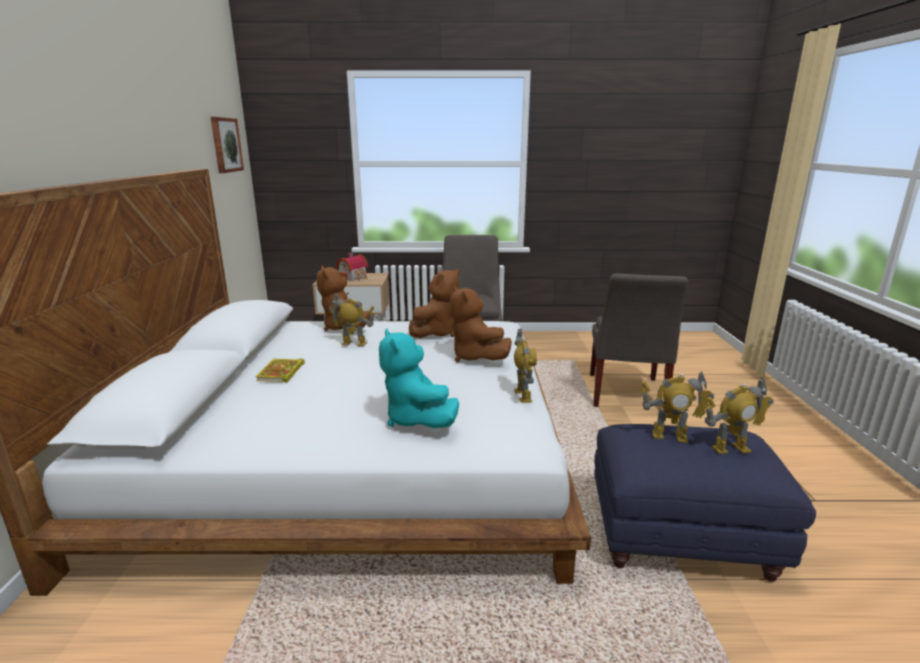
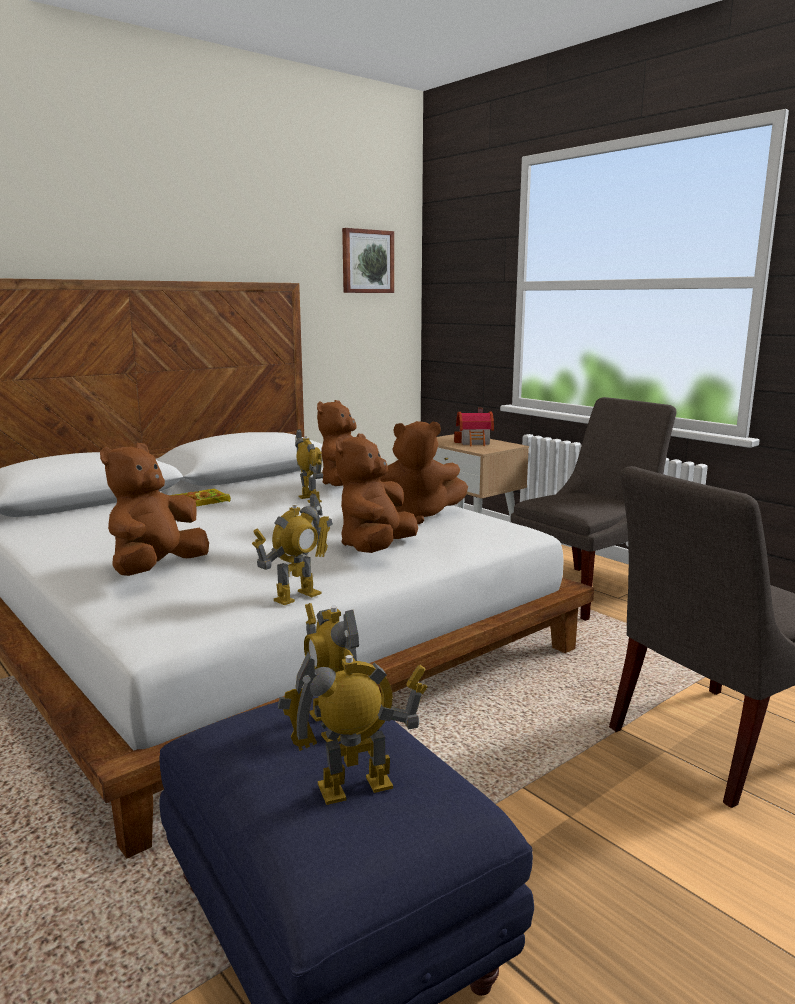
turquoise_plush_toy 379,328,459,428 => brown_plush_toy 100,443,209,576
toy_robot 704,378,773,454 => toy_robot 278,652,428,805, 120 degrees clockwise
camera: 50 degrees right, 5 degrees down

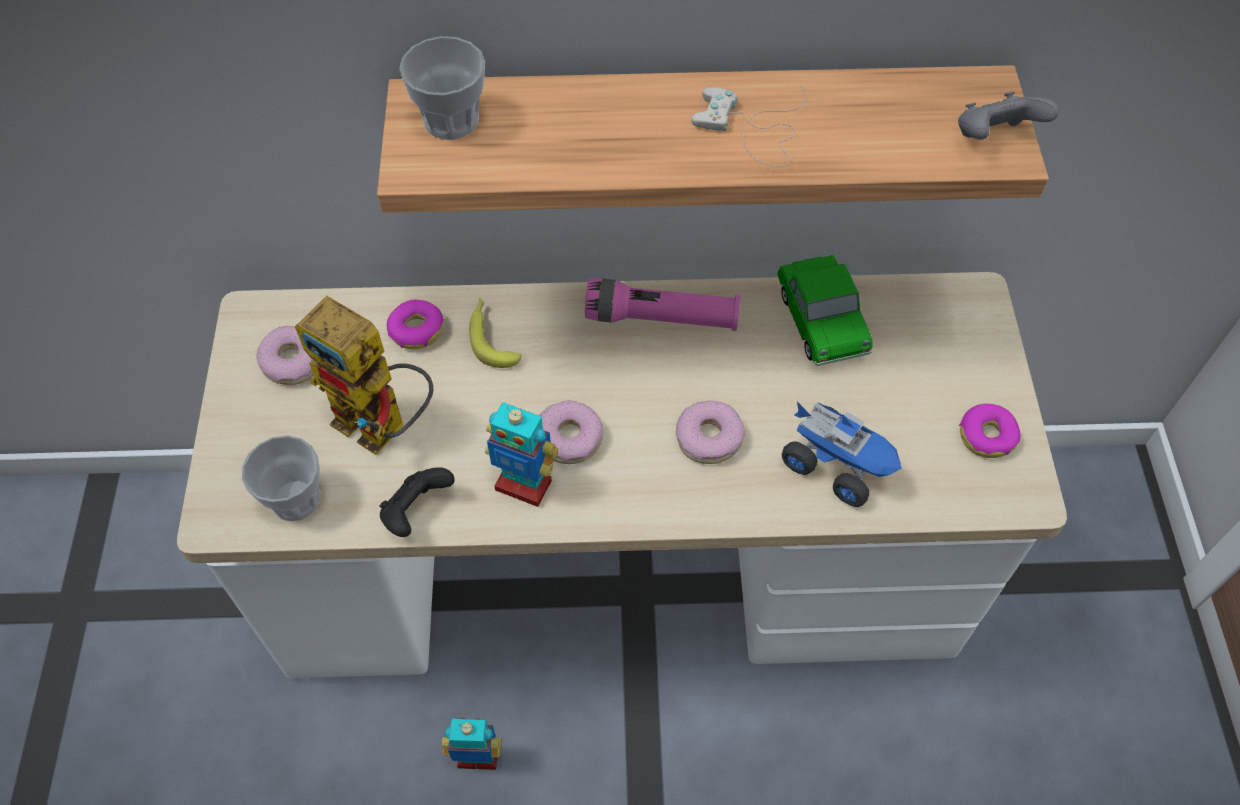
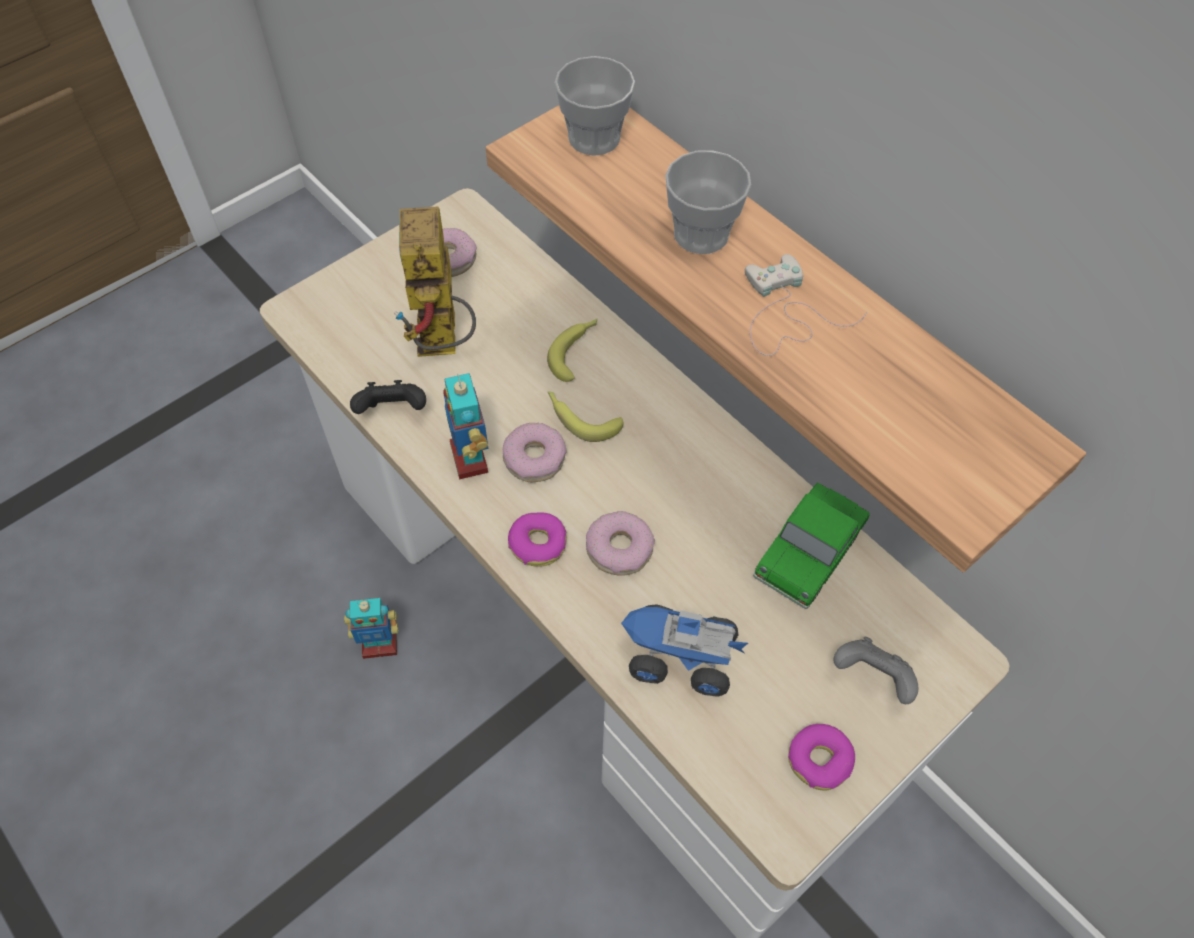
toy_robot 442,718,502,770 => toy_robot 344,598,398,659, 120 degrees clockwise
donut 387,300,444,349 => donut 508,513,567,567, moved
nothing => banana 548,391,623,442
toy_truck 782,402,902,507 => toy_truck 621,604,748,697, 105 degrees clockwise
cup 242,435,320,521 => cup 665,150,751,254, moved
grey_game_controller 958,91,1059,140 => grey_game_controller 834,637,918,704, moved
pink_flashlight 585,279,740,331 => nothing
camera: 50 degrees right, 0 degrees up

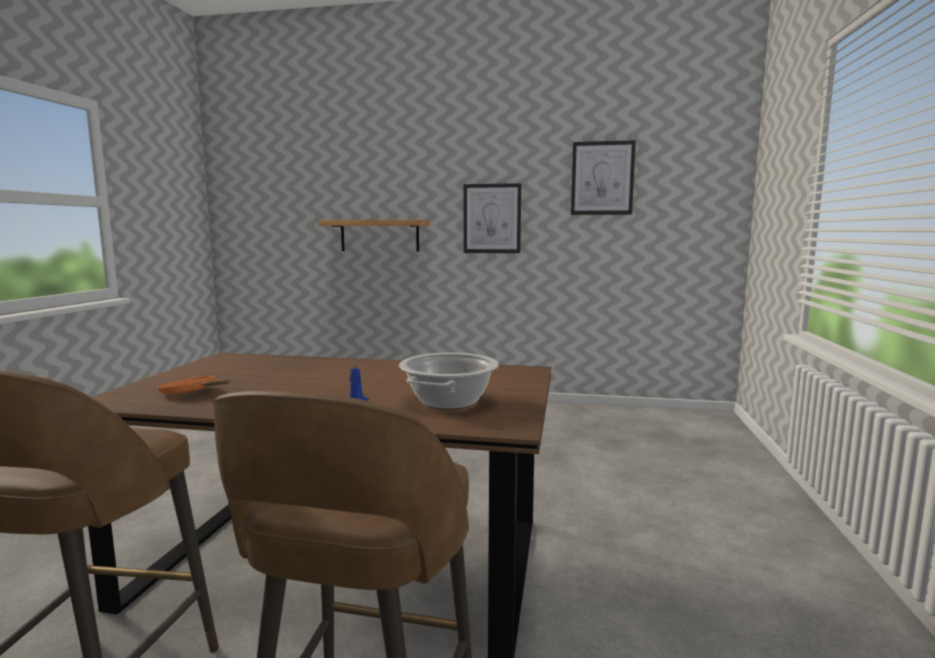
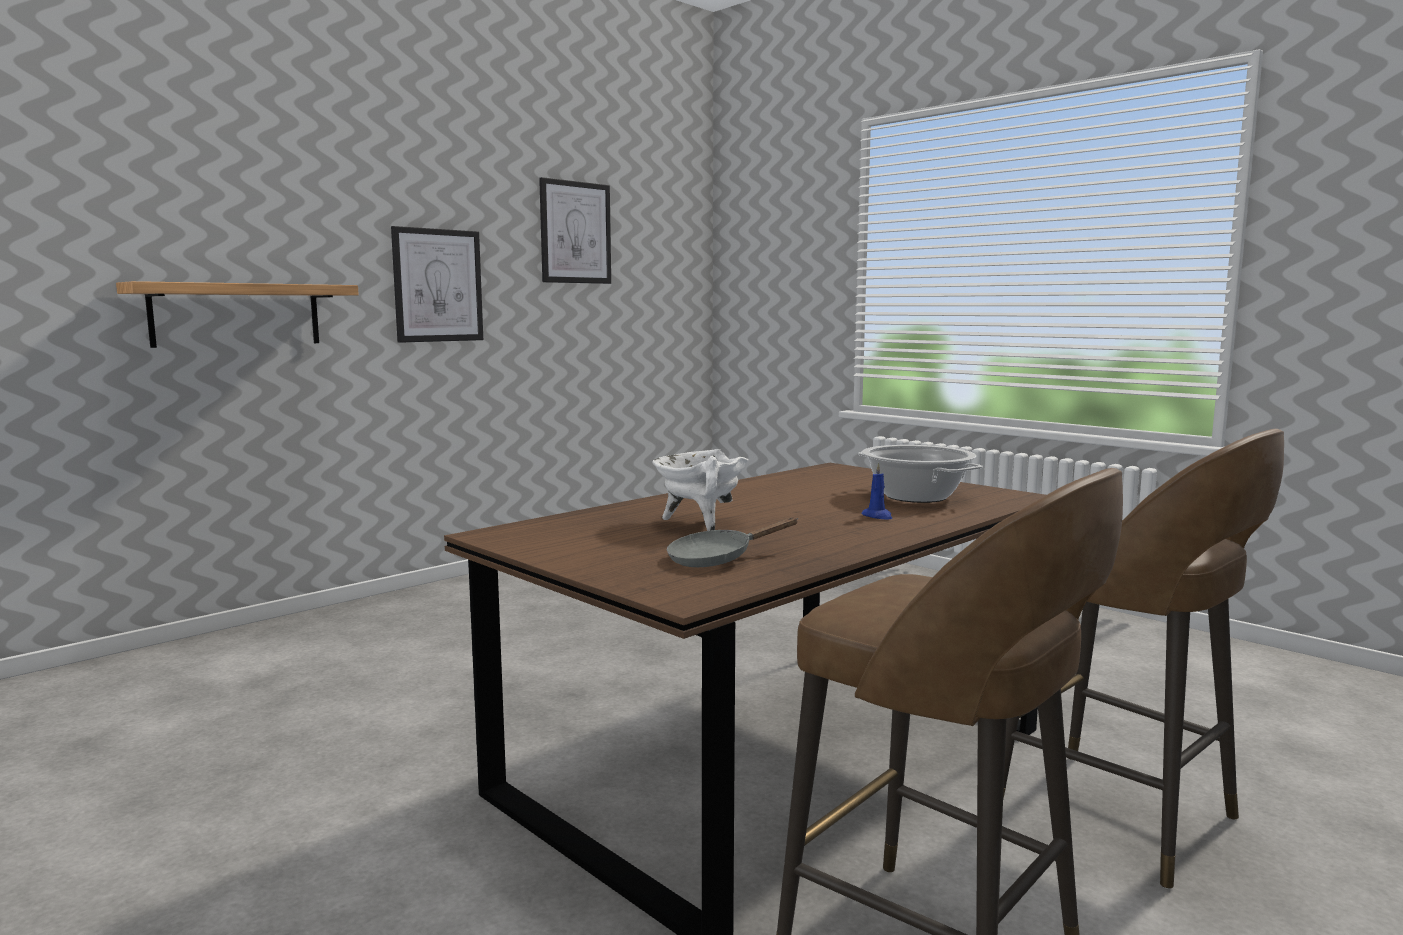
nothing => white_cooking_pot 653,449,749,531
orange_frying_pan 157,376,230,394 => grey_frying_pan 667,518,798,567
camera: 55 degrees left, 0 degrees up

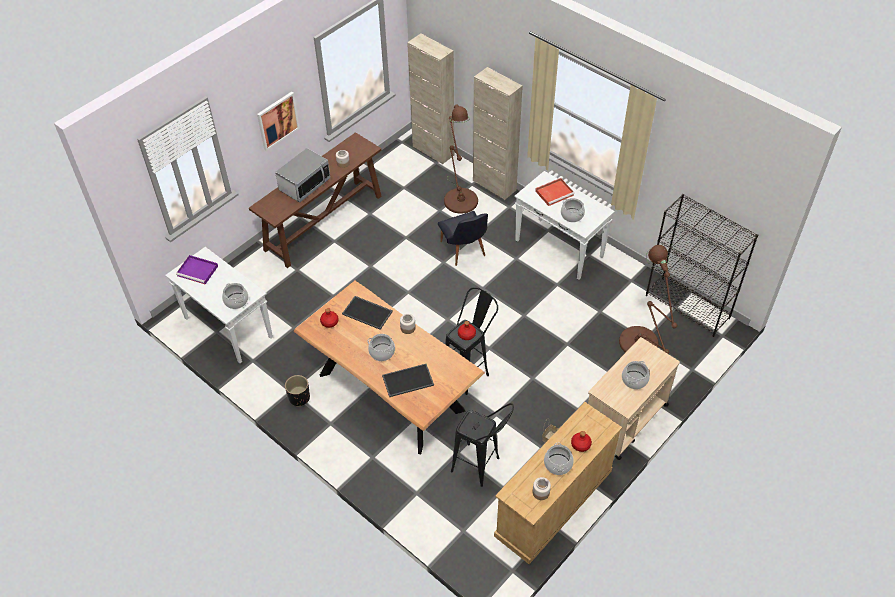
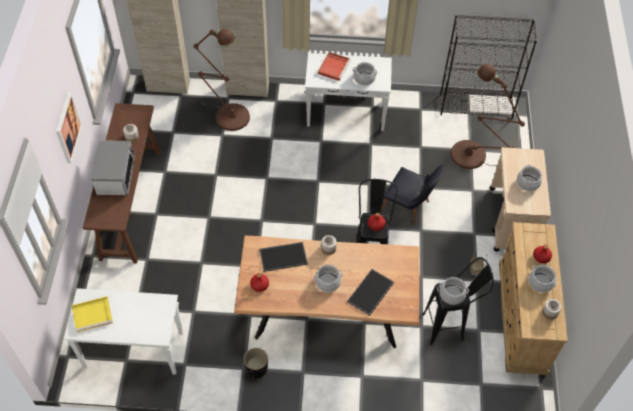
purple_tray 176,255,218,284 => yellow_tray 72,296,113,332
black_chair 438,211,488,266 => black_chair 381,164,445,225, moved
cooking_pot 222,283,248,309 => cooking_pot 439,277,469,305, moved
camera: 40 degrees left, 5 degrees up

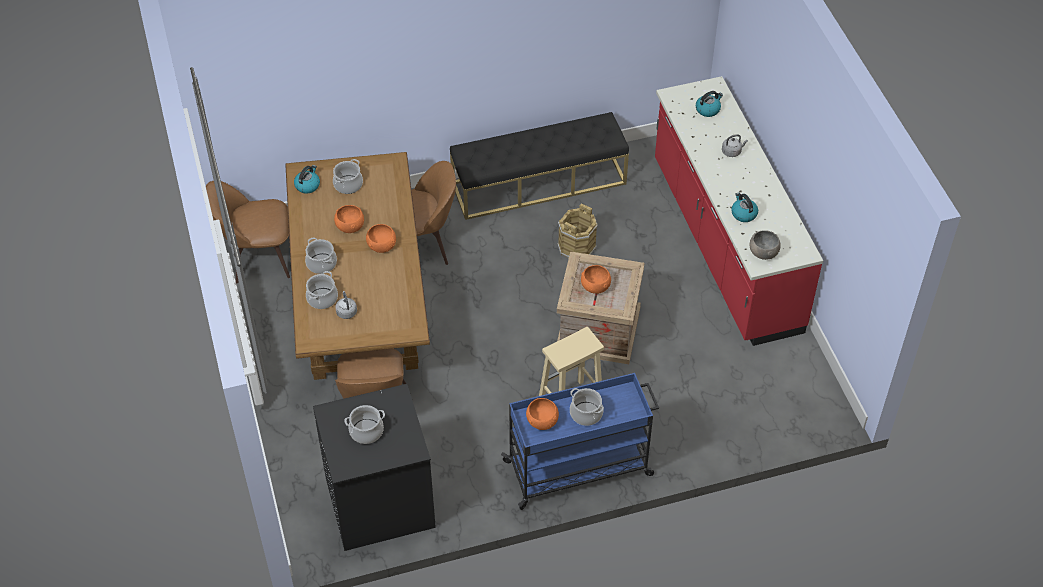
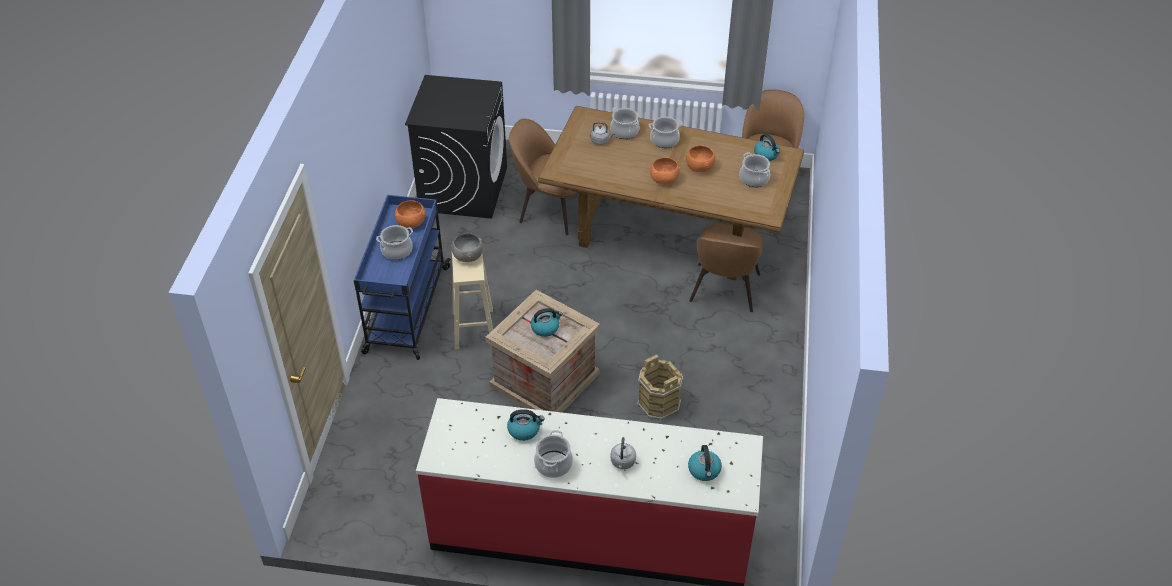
grey_bowl 750,230,781,260 => grey_bowl 451,233,483,262, moved
orange_bowl 581,265,611,294 => kettle 531,308,563,337
cooking_pot 345,405,385,444 => cooking_pot 534,430,573,478, moved
black_bench 450,112,629,220 => nothing
camera: 115 degrees right, 5 degrees down

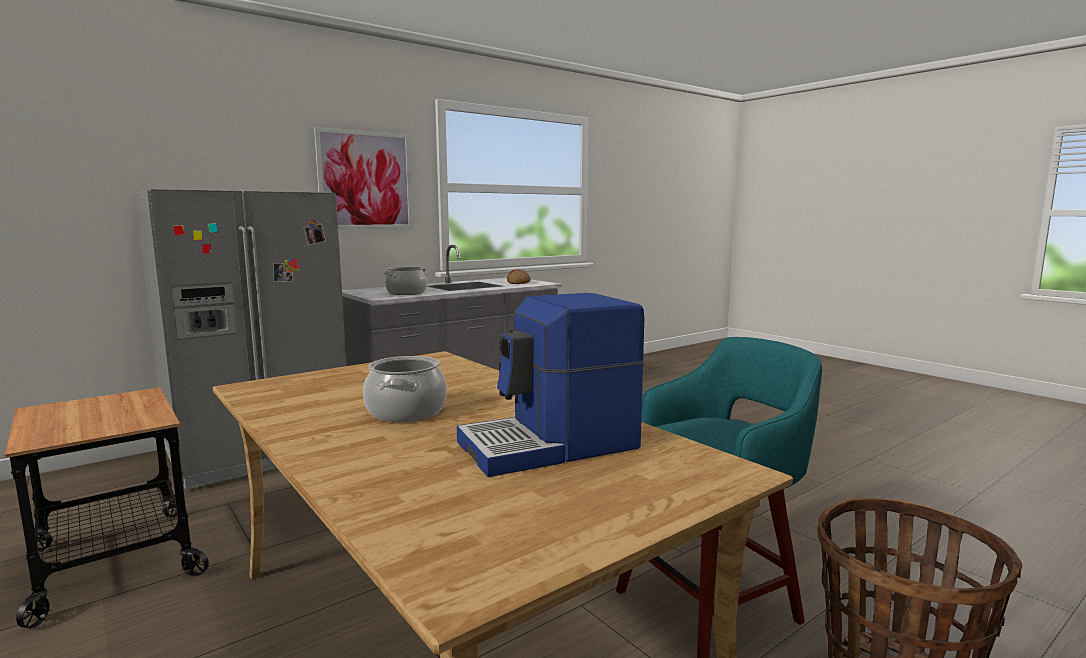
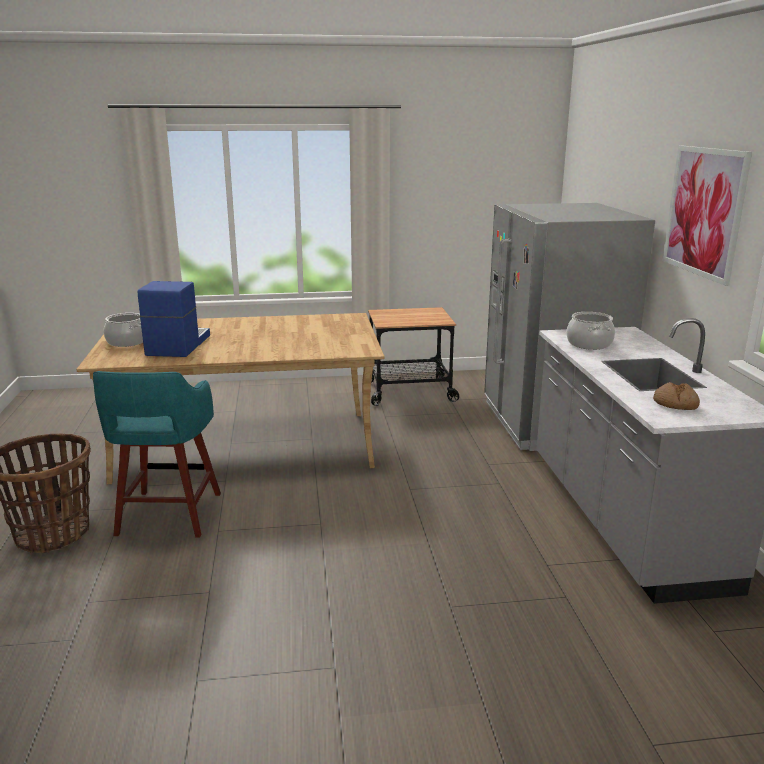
cooking_pot 363,356,447,422 => cooking_pot 104,313,143,347, moved
camera: 120 degrees right, 10 degrees up

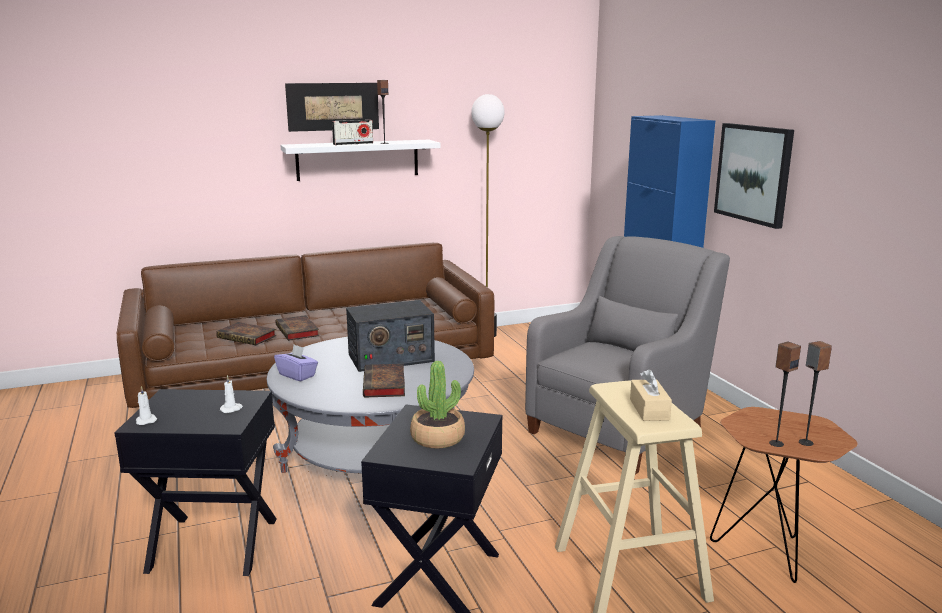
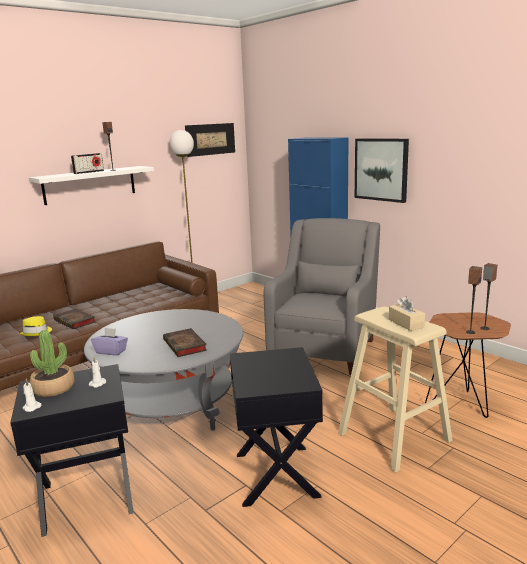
book 216,322,277,345 => yellow_hat 19,316,52,336
potted_plant 410,361,465,449 => potted_plant 30,330,74,397, moved
picture 285,83,379,132 => picture 185,123,235,157, moved
radio 346,300,435,372 => nothing
camera: 20 degrees left, 0 degrees up

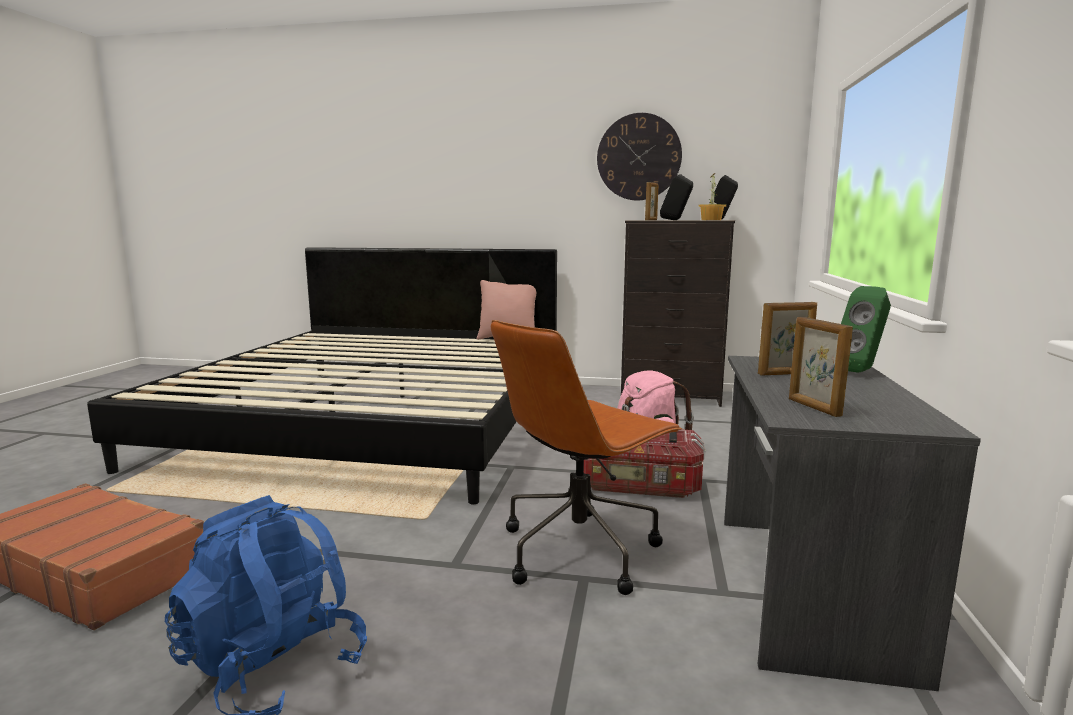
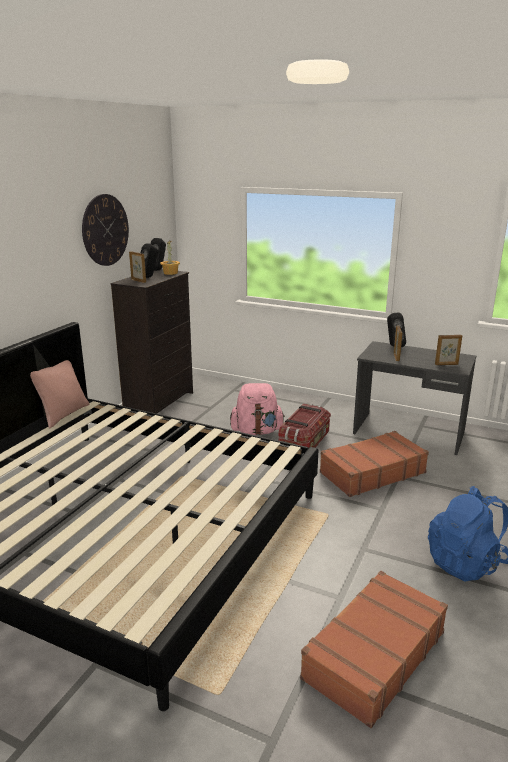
brown_office_chair 491,320,682,595 => brown_suitcase 320,431,429,497
green_speaker 841,286,891,373 => black_speaker 387,313,406,347
camera: 75 degrees left, 10 degrees up

